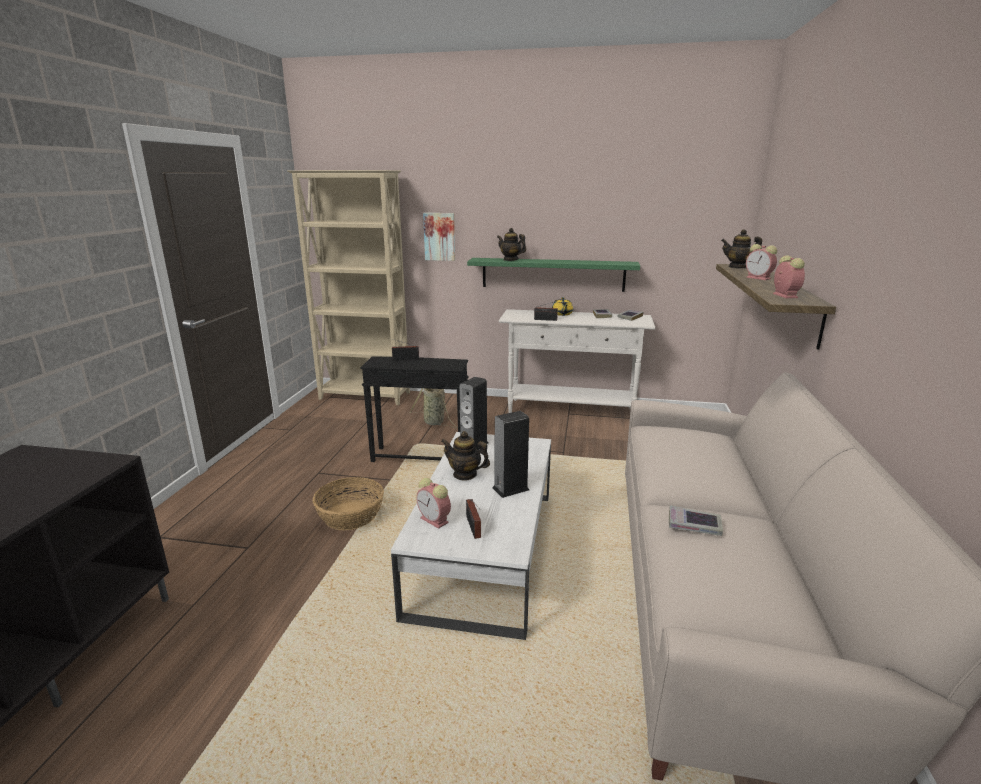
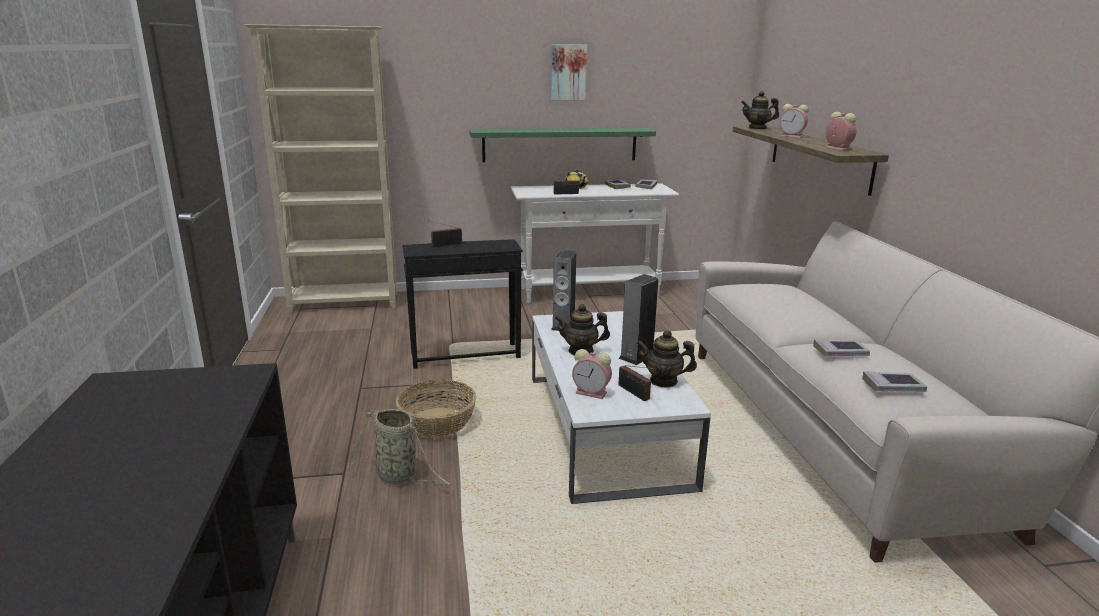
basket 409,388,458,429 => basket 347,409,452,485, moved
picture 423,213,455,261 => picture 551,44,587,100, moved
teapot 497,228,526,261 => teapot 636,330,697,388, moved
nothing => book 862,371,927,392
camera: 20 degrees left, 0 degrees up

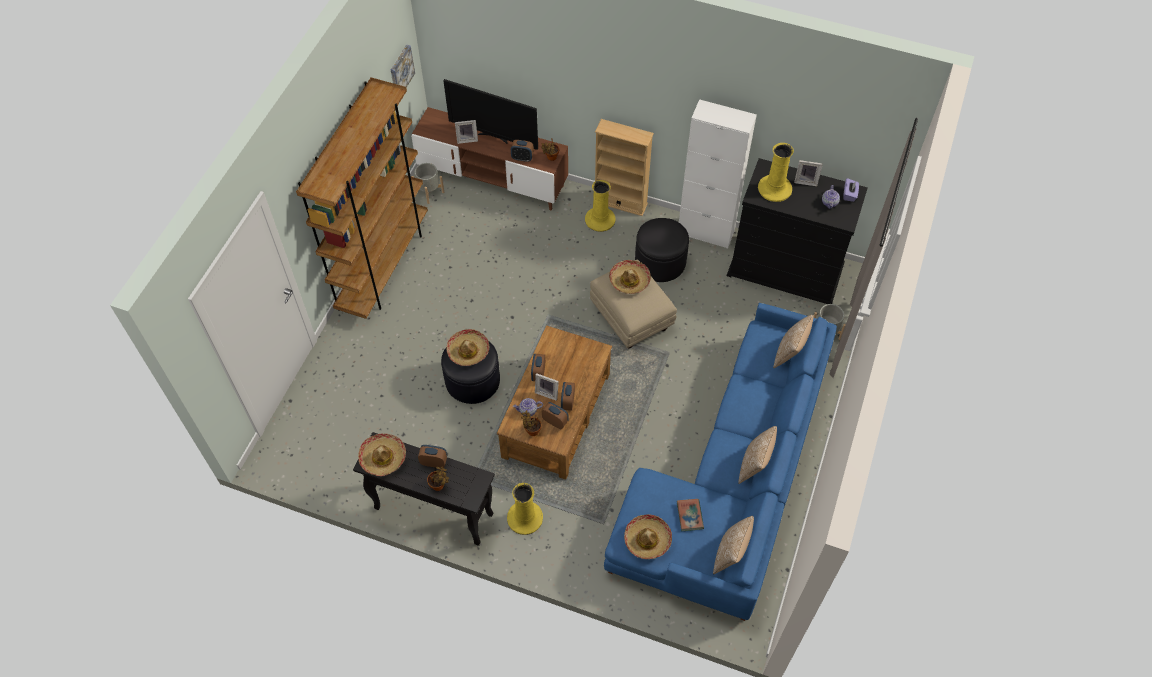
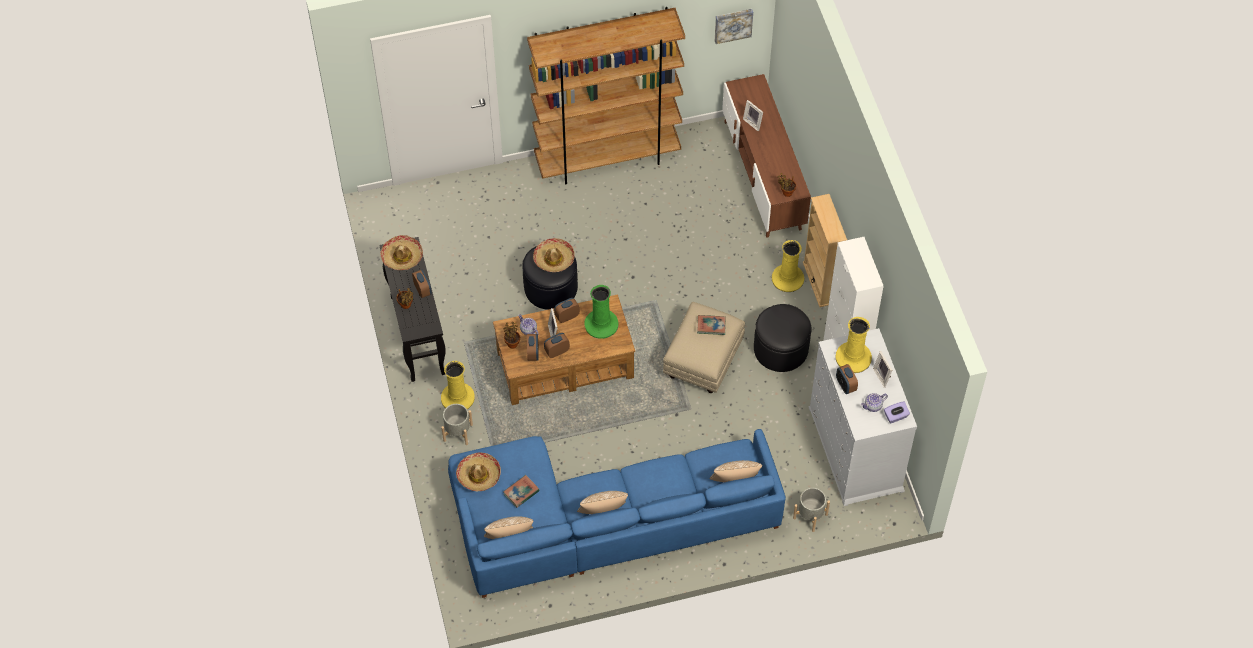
grey_planter 412,163,444,204 => grey_planter 441,404,473,445, moved
nothing => green_vase 584,285,619,339
hat 609,260,651,294 => book 697,315,726,335
black_dresser 727,158,868,304 => white_dresser 809,328,917,506
alarm_clock 511,140,534,162 => alarm_clock 836,364,858,394, moved
television 443,79,538,150 => nothing
camera: 55 degrees right, 0 degrees up

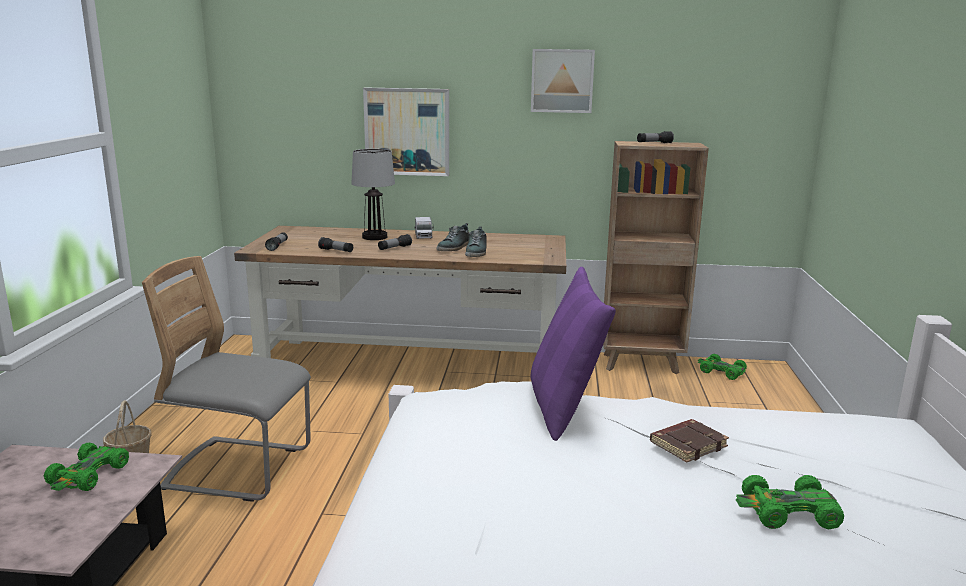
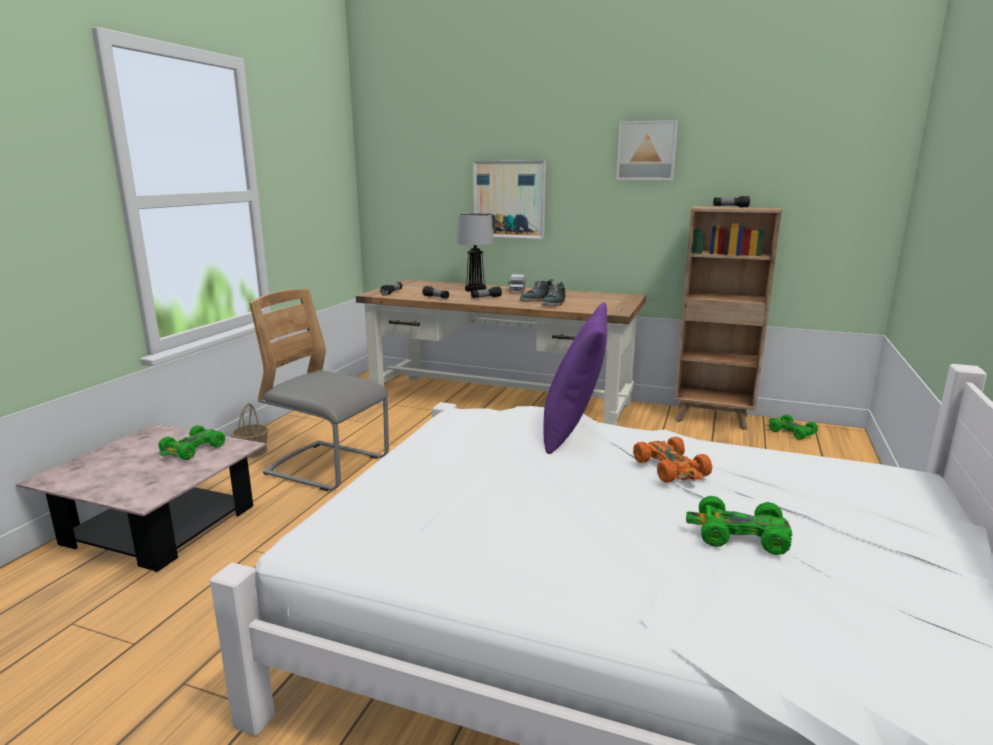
brown_book 650,419,729,463 => orange_toy_car 633,437,712,483
camera: 15 degrees right, 0 degrees up

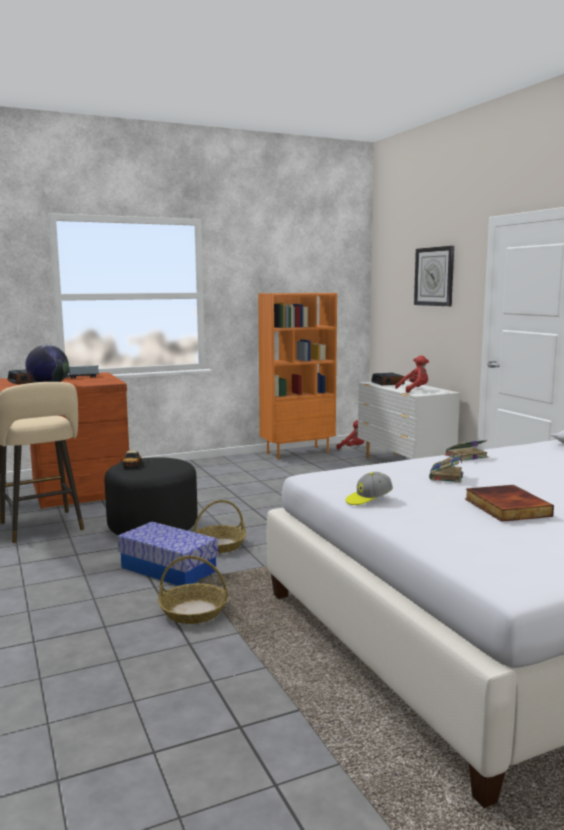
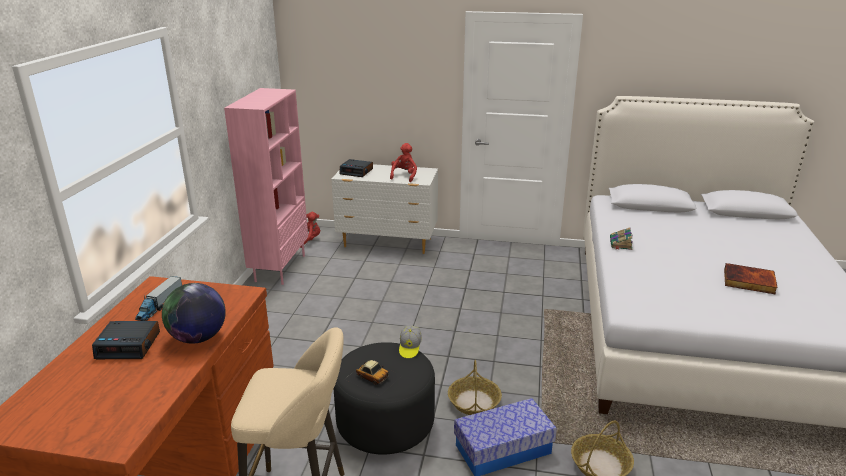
orange_bookcase 258,293,337,460 => pink_bookcase 224,88,308,285
cap 346,472,393,505 => cap 399,326,422,358, moved
wall_clock 414,246,454,306 => nothing
book 429,453,463,483 => nothing
camera: 55 degrees left, 15 degrees up

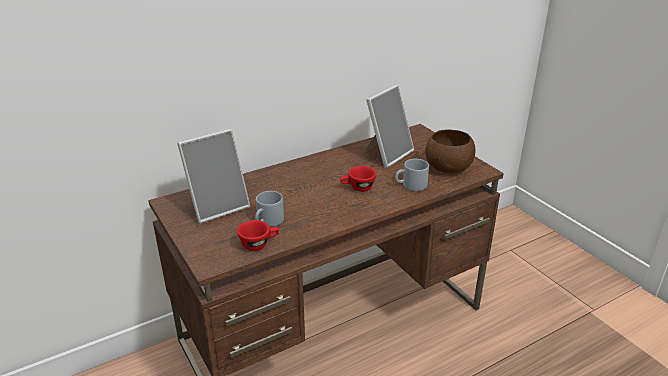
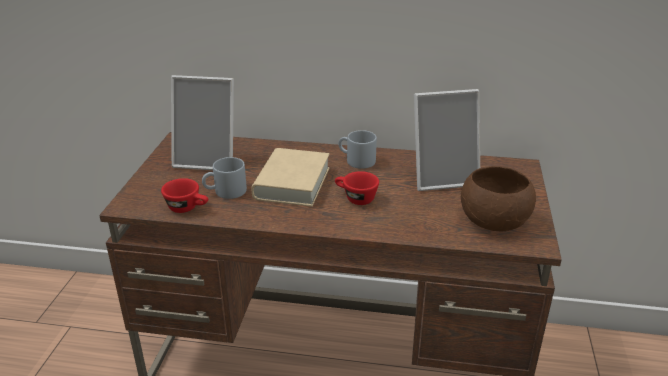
nothing => beige_book 251,148,329,207
grey_mug 395,159,429,191 => grey_mug 338,130,377,169, moved
camera: 40 degrees right, 0 degrees up

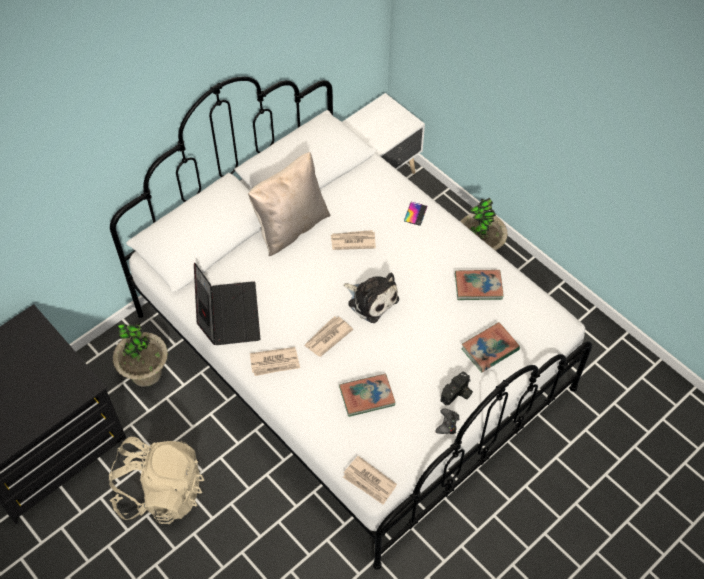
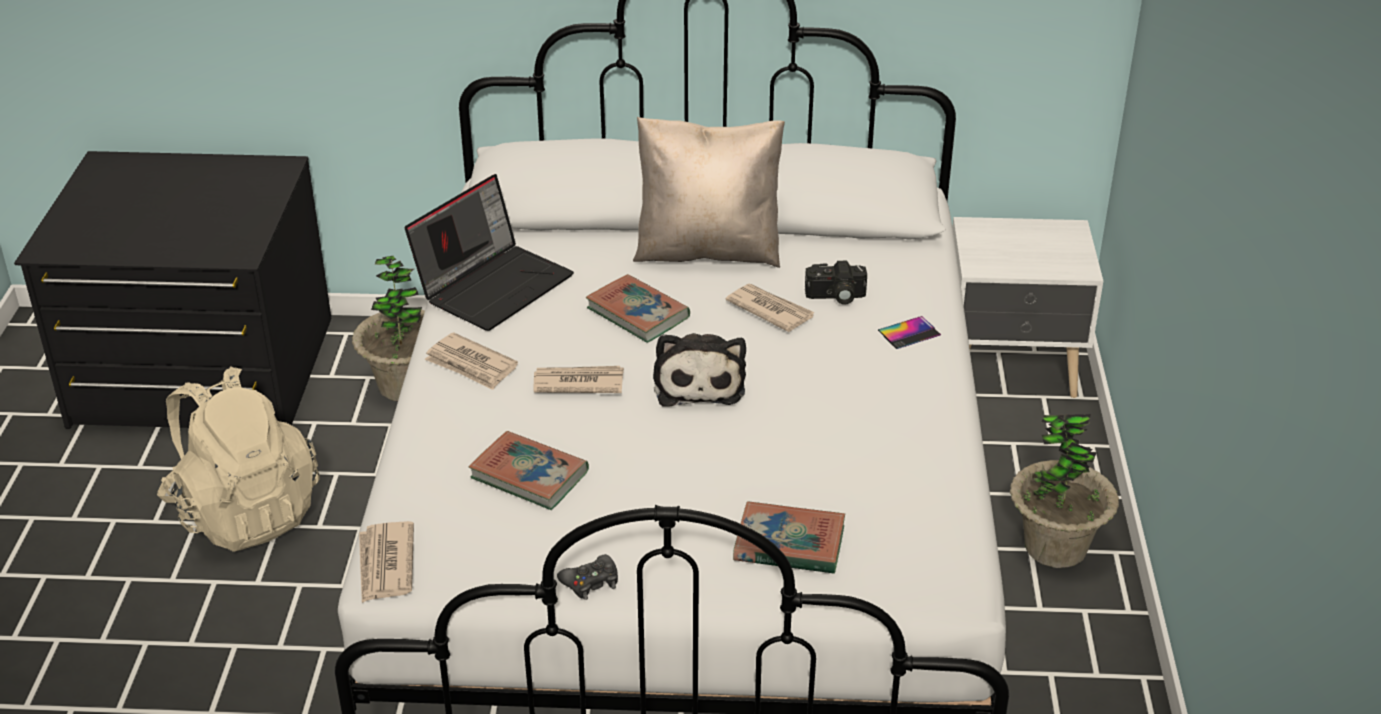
book 455,270,504,300 => book 586,274,690,343, moved
photo_camera 441,371,473,406 => photo_camera 805,261,867,305, moved
camera: 45 degrees right, 20 degrees down

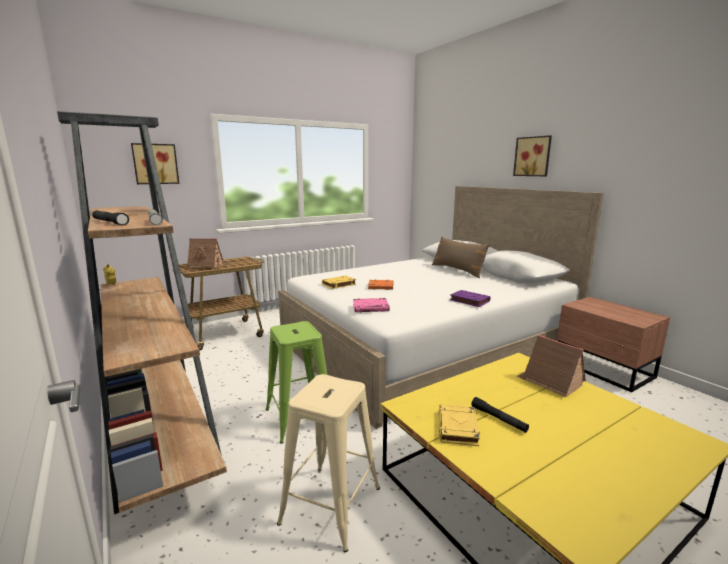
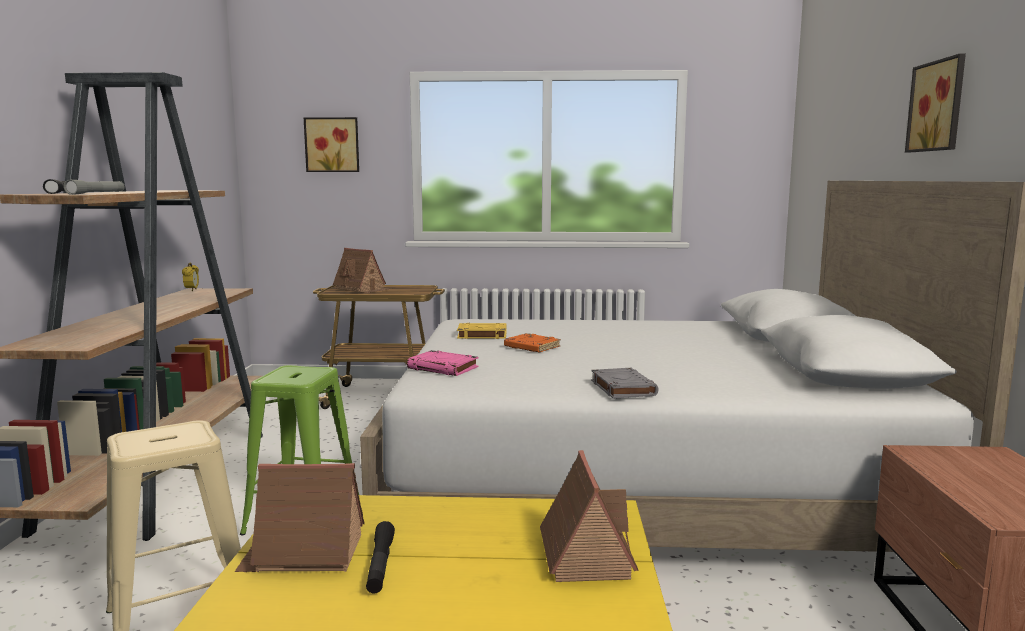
yellow_book 438,404,480,446 => toy_house 235,463,365,572
purple_book 450,290,490,307 => grey_book 591,368,659,399
brown_pillow 432,236,490,278 => nothing
camera: 35 degrees right, 5 degrees down

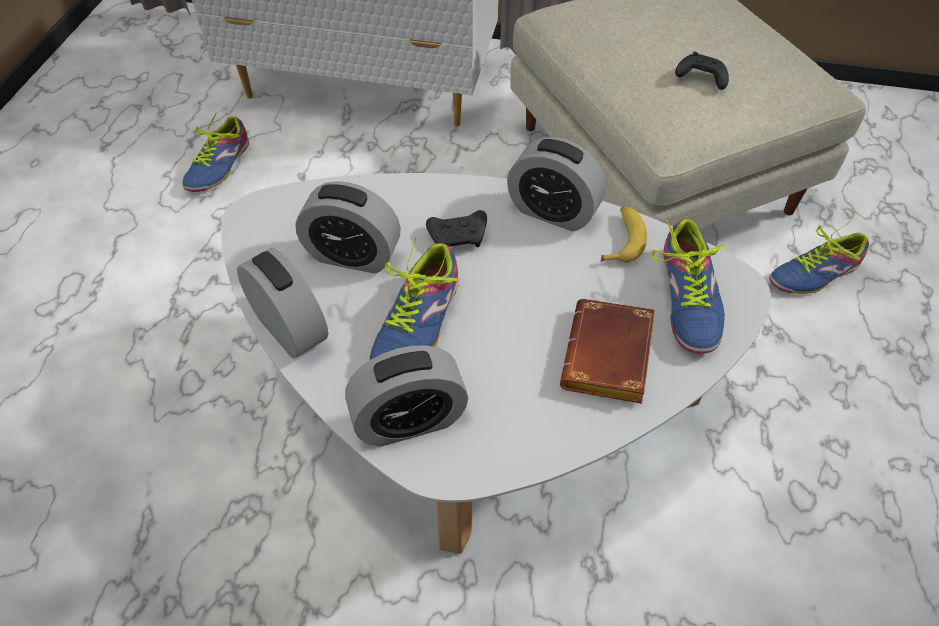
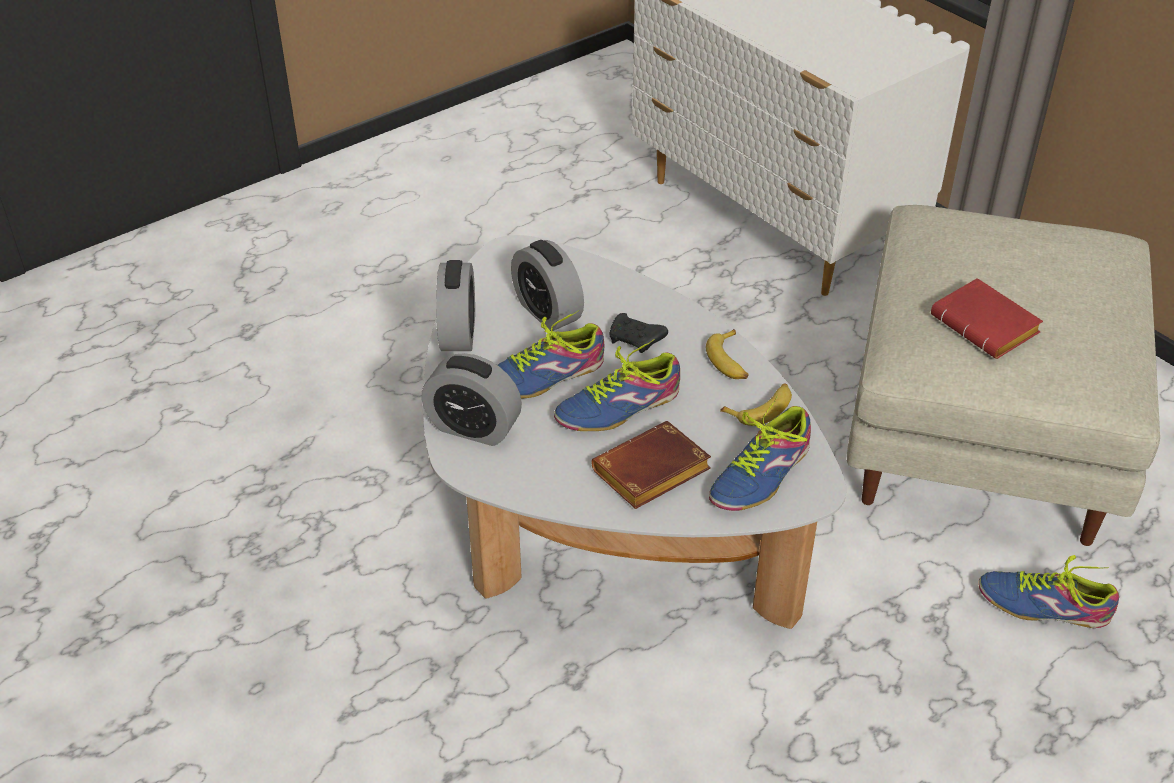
shoe 182,112,249,192 => shoe 554,339,680,431, moved
alarm_clock 507,137,606,231 => banana 706,329,748,379
black_game_controller 675,51,729,90 => red_book 931,278,1043,359
camera: 40 degrees right, 10 degrees down

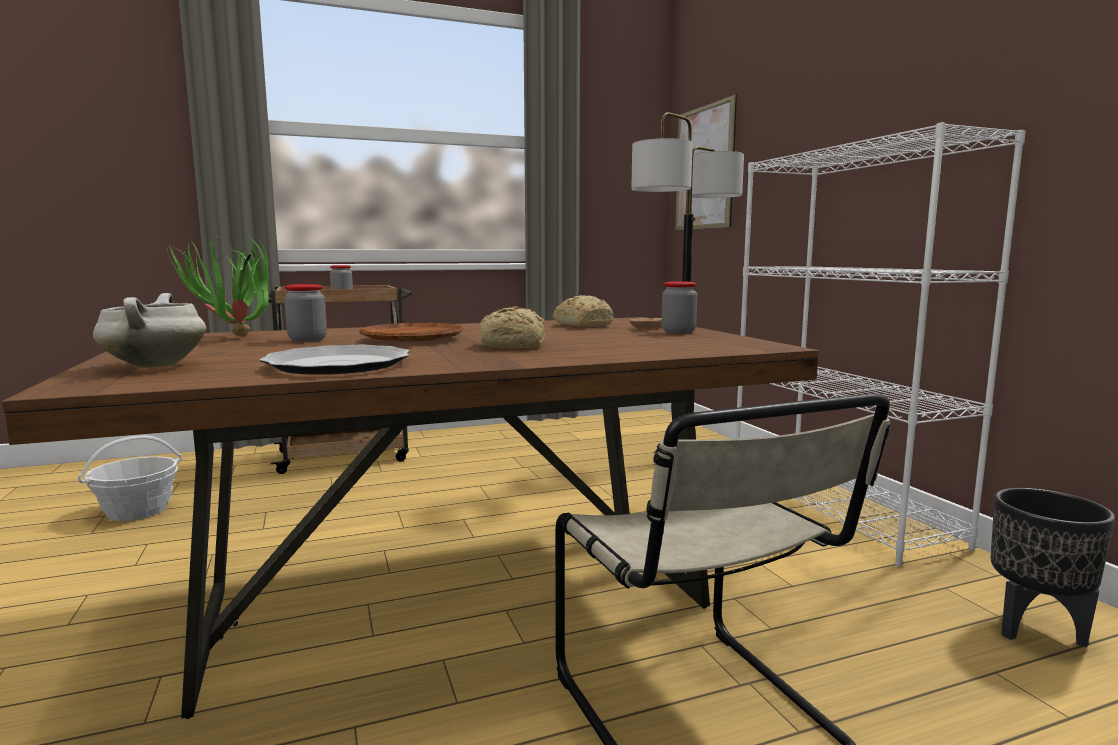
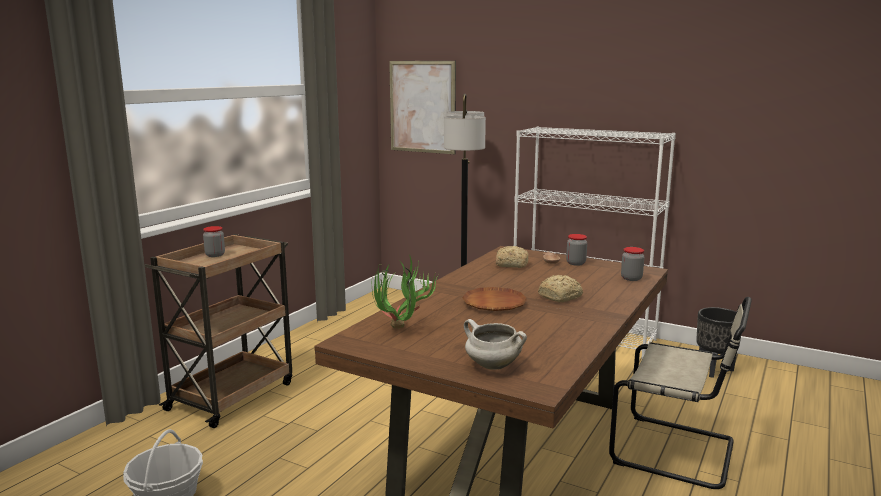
jar 284,284,327,342 => jar 621,247,644,281, moved
plate 260,345,409,375 => nothing
camera: 40 degrees left, 5 degrees up

